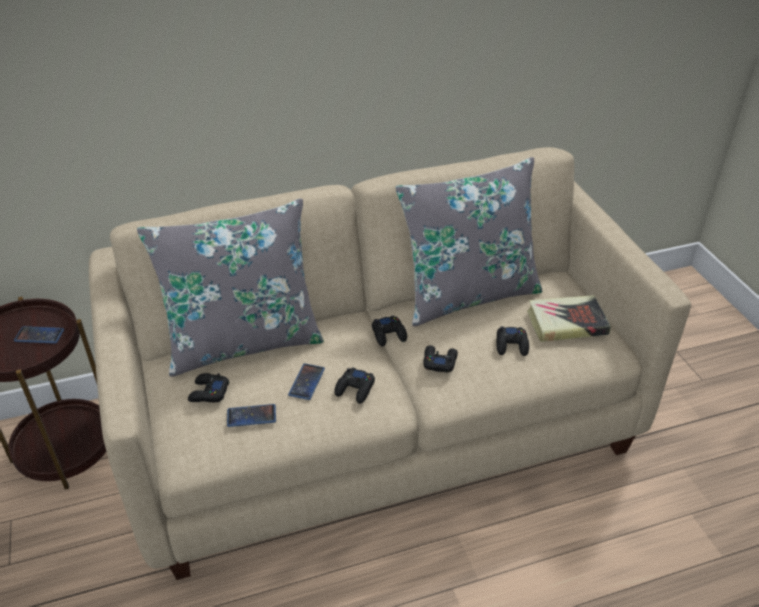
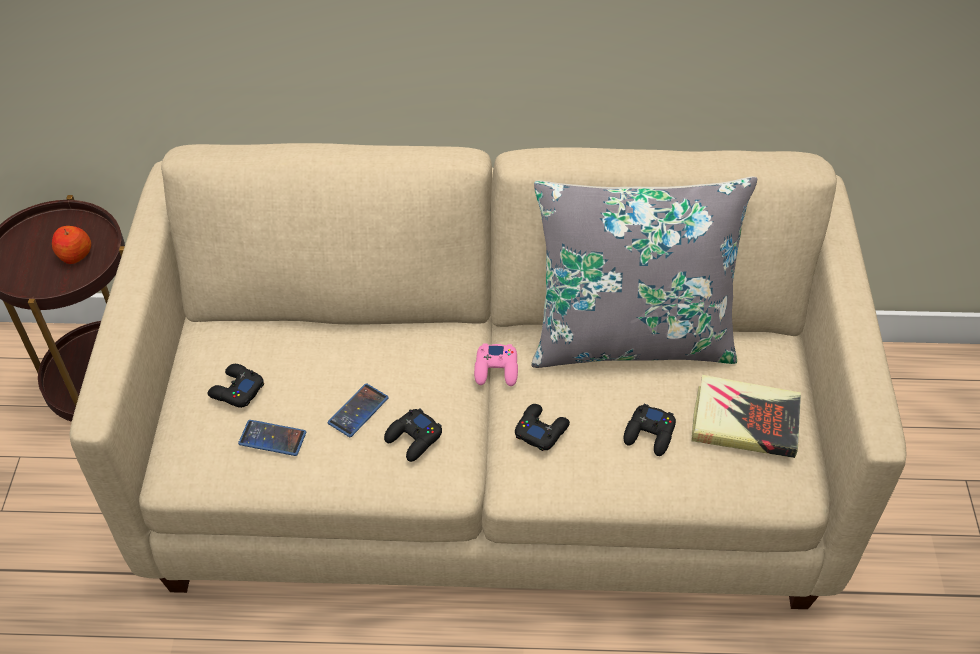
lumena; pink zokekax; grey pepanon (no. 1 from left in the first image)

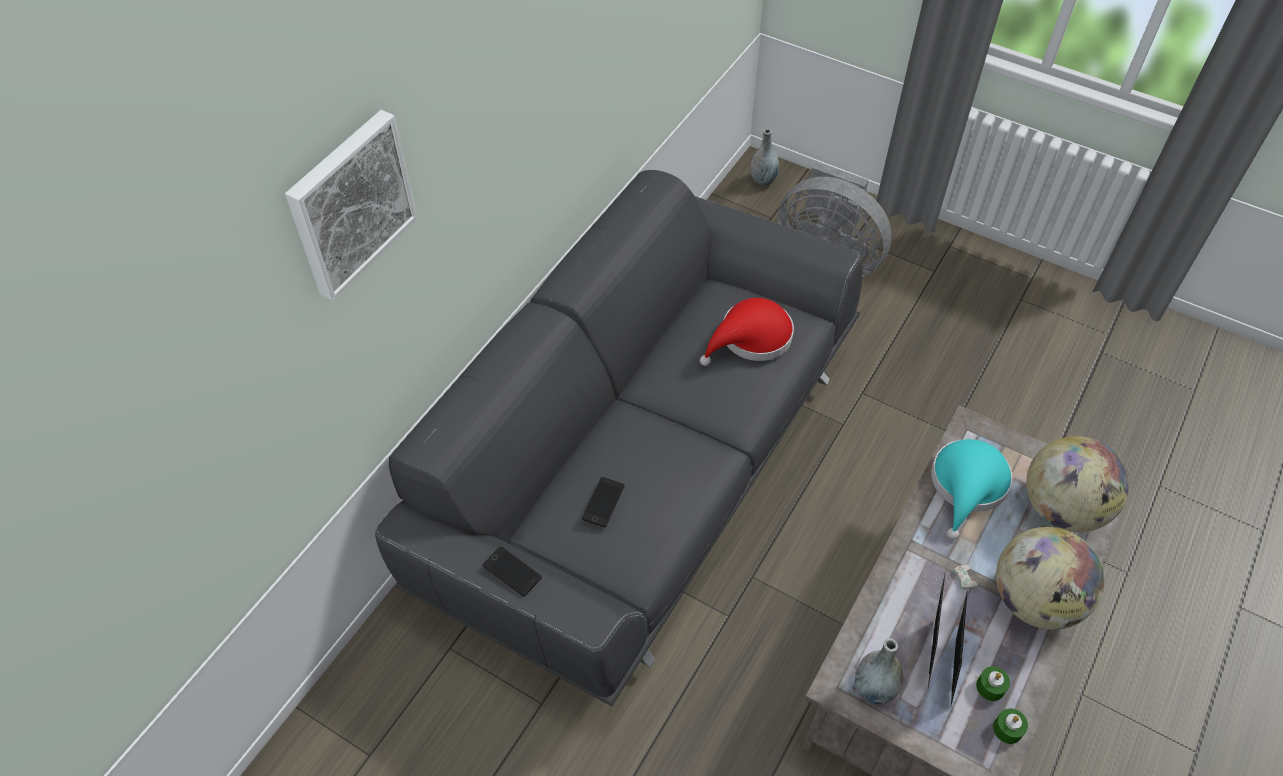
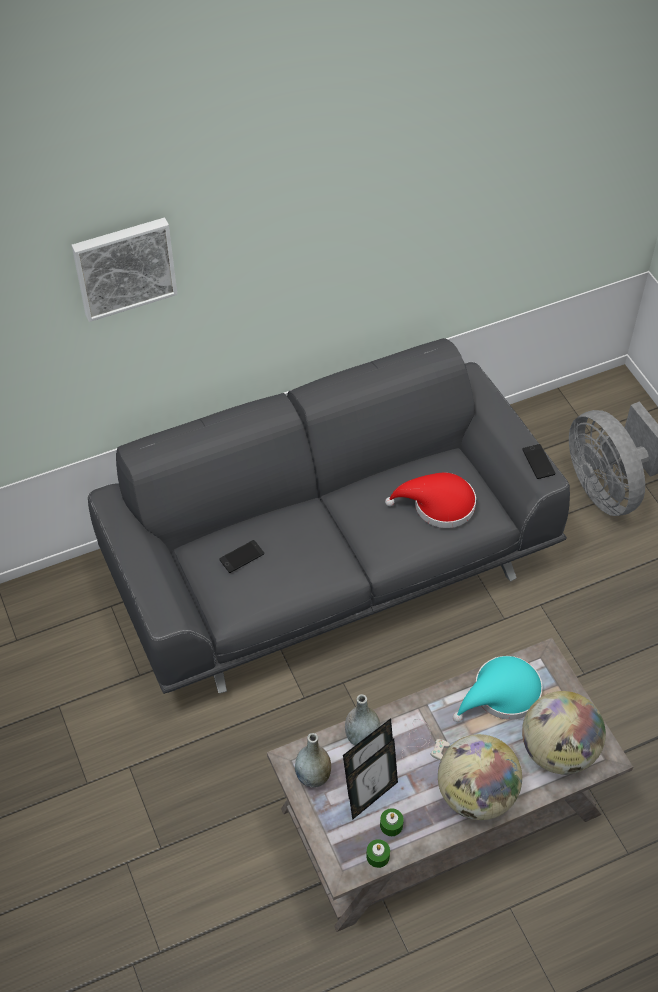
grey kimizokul (no. 2 from left); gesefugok (no. 2 from left)

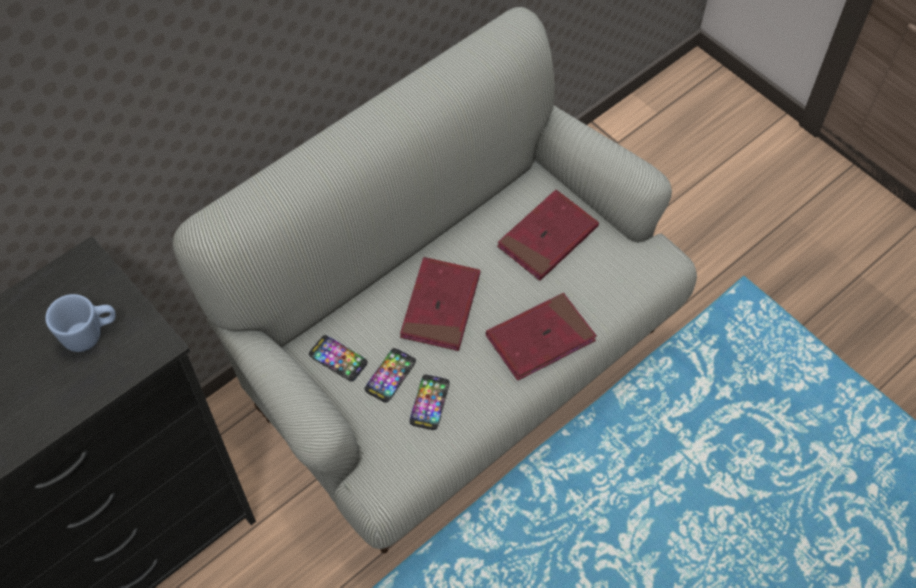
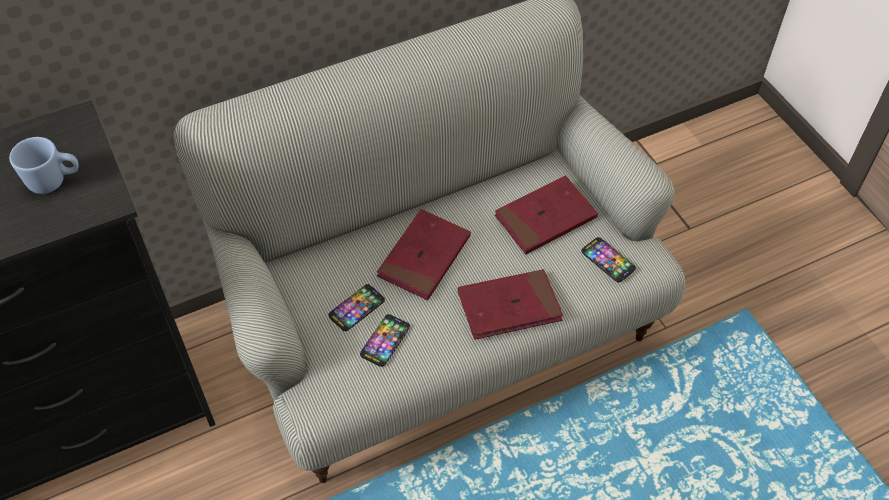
gesefugok (no. 3 from left)

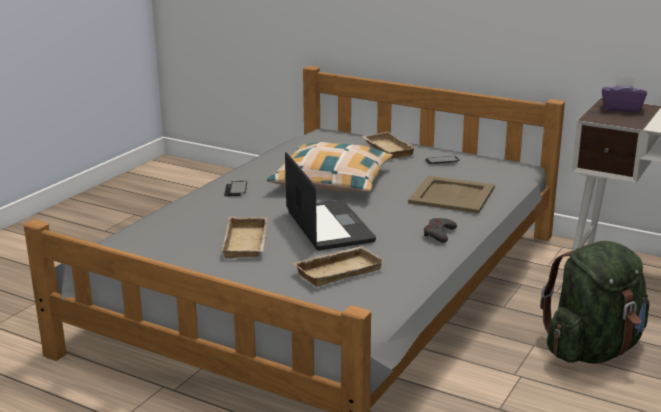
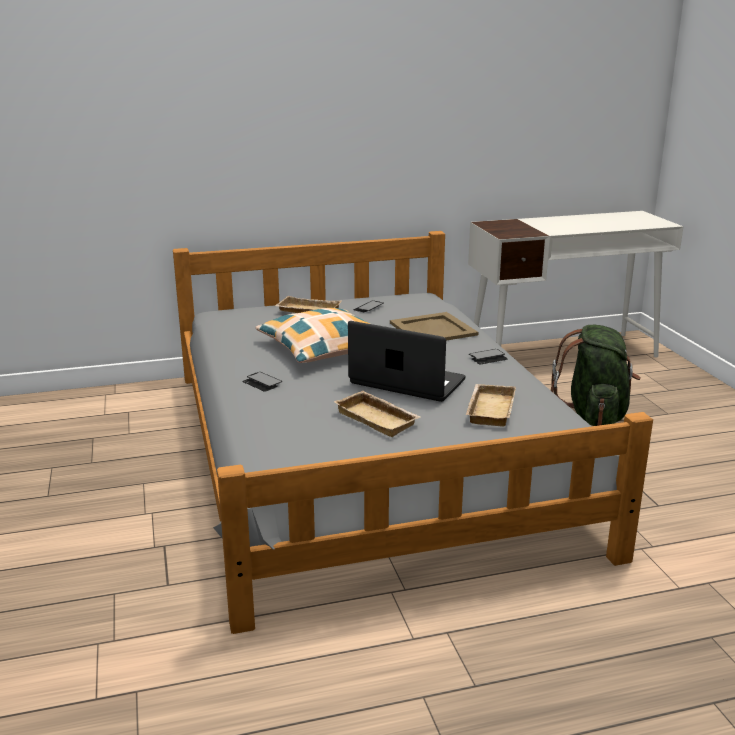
gesefugok (no. 3 from left); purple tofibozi

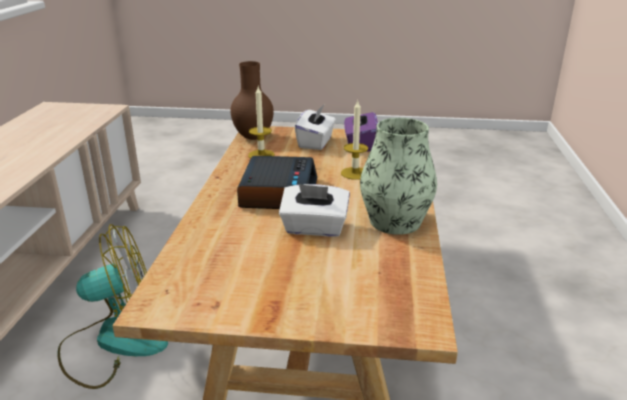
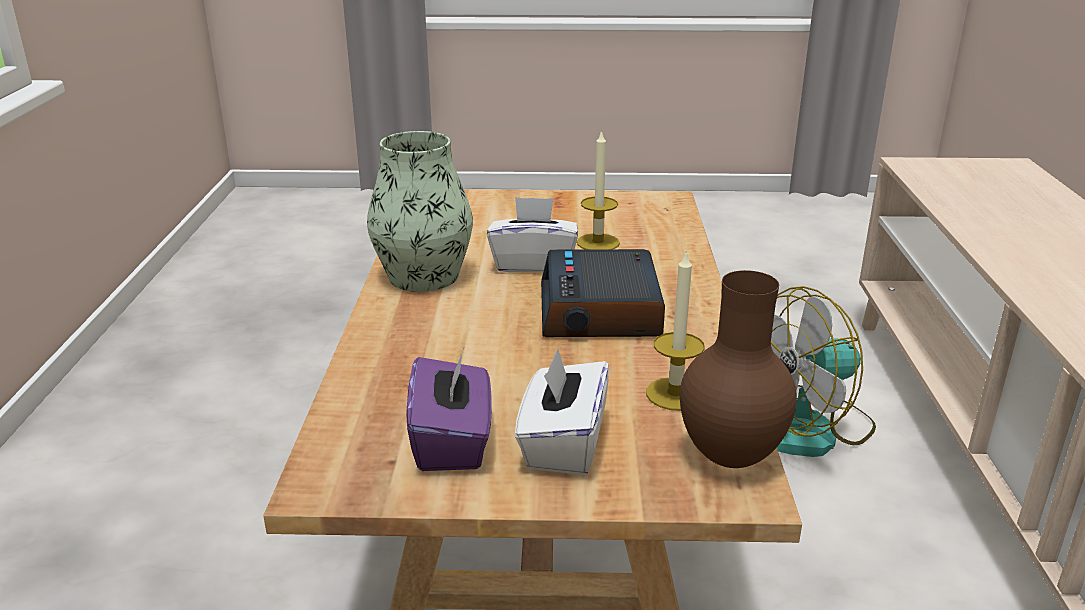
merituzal (no. 1 from left)

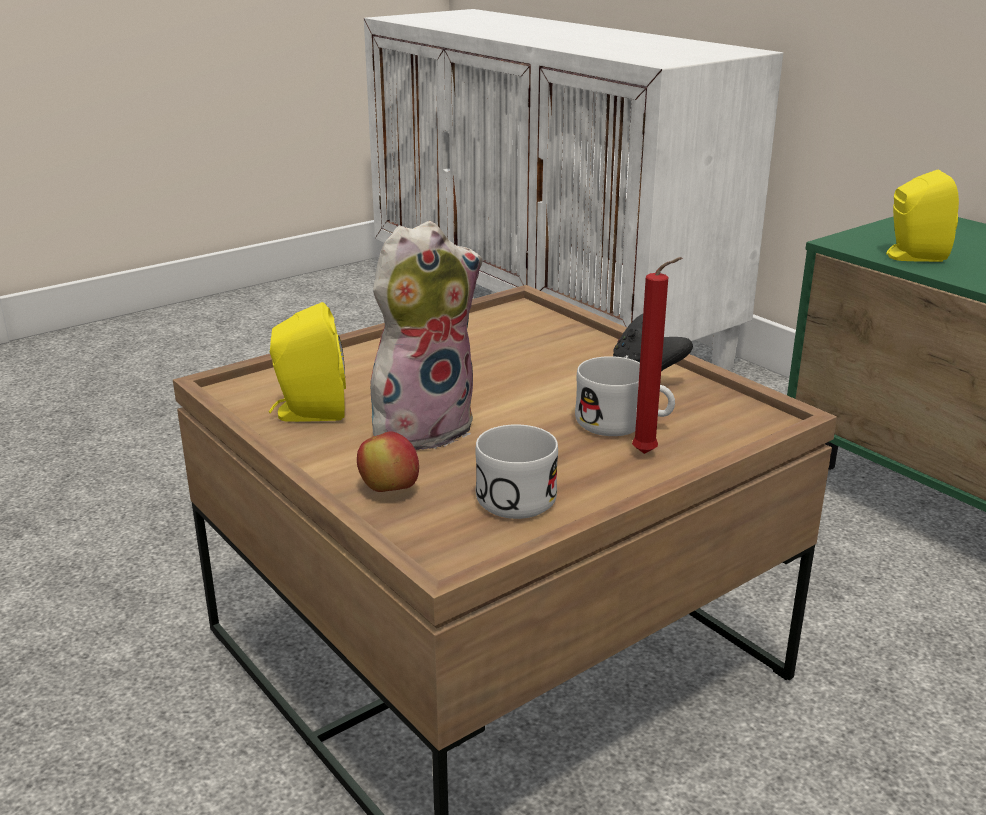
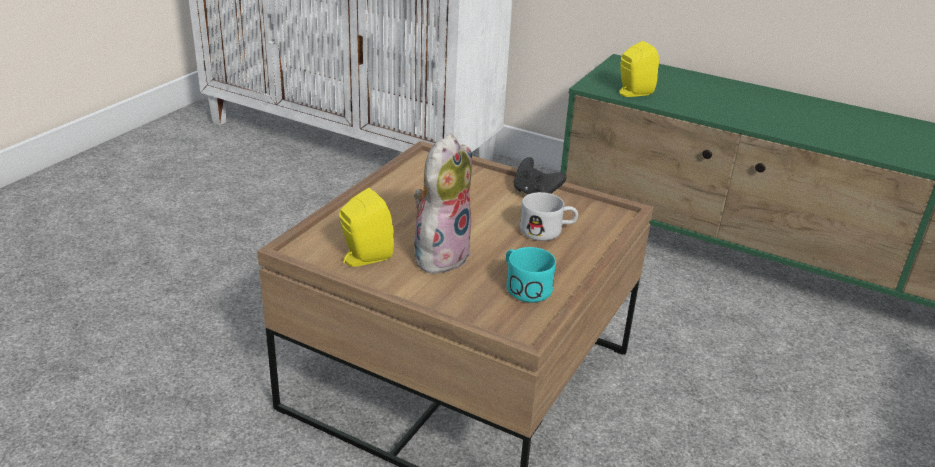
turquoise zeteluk; lumena; red merituzal

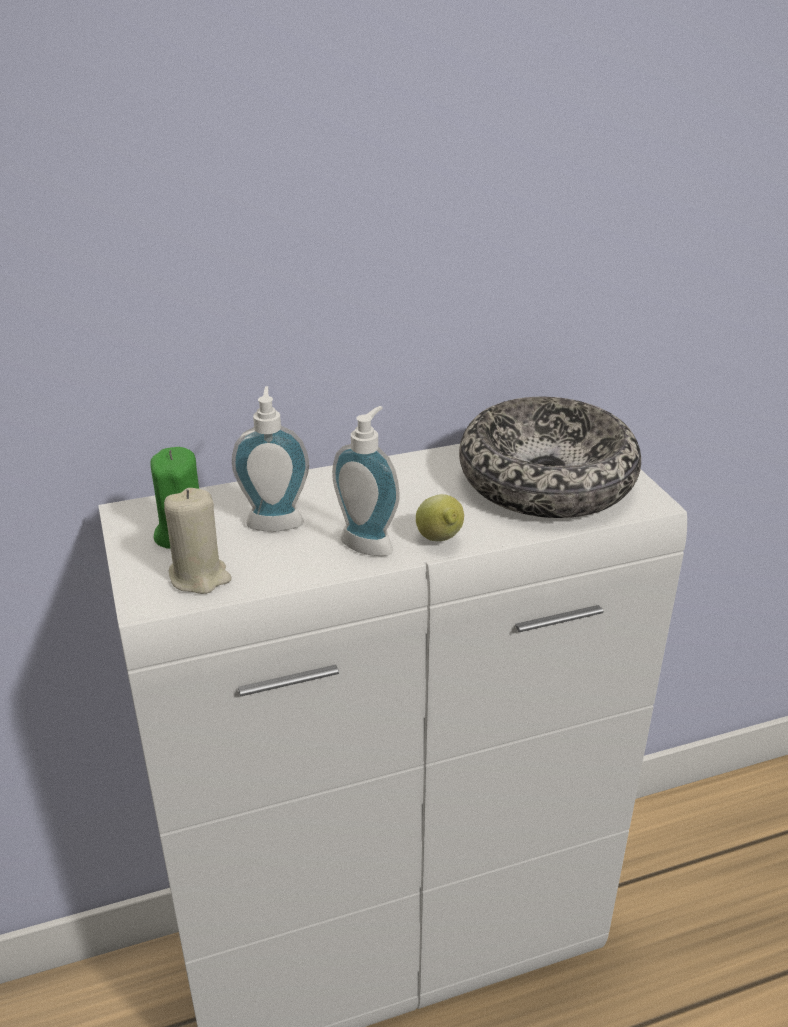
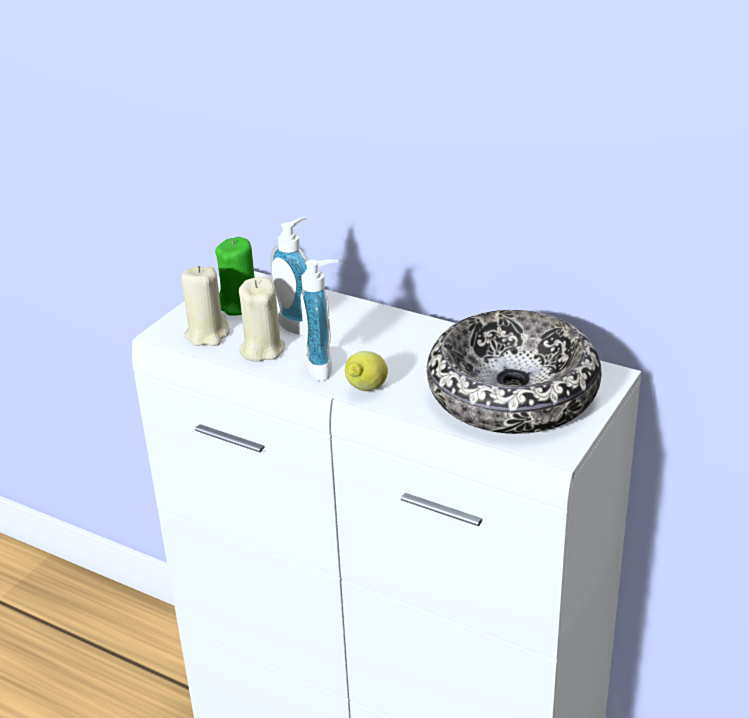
beige merituzal (no. 2 from left)

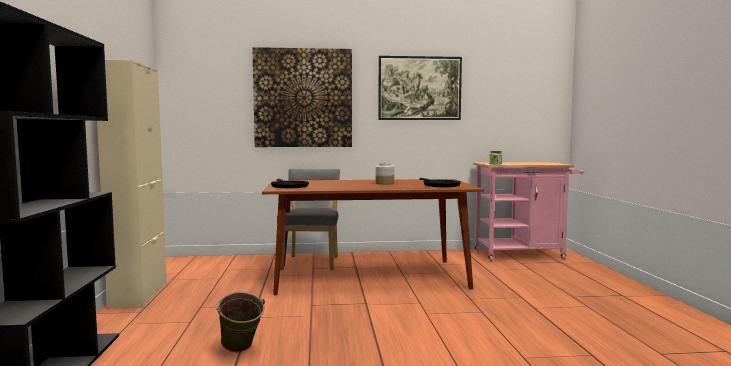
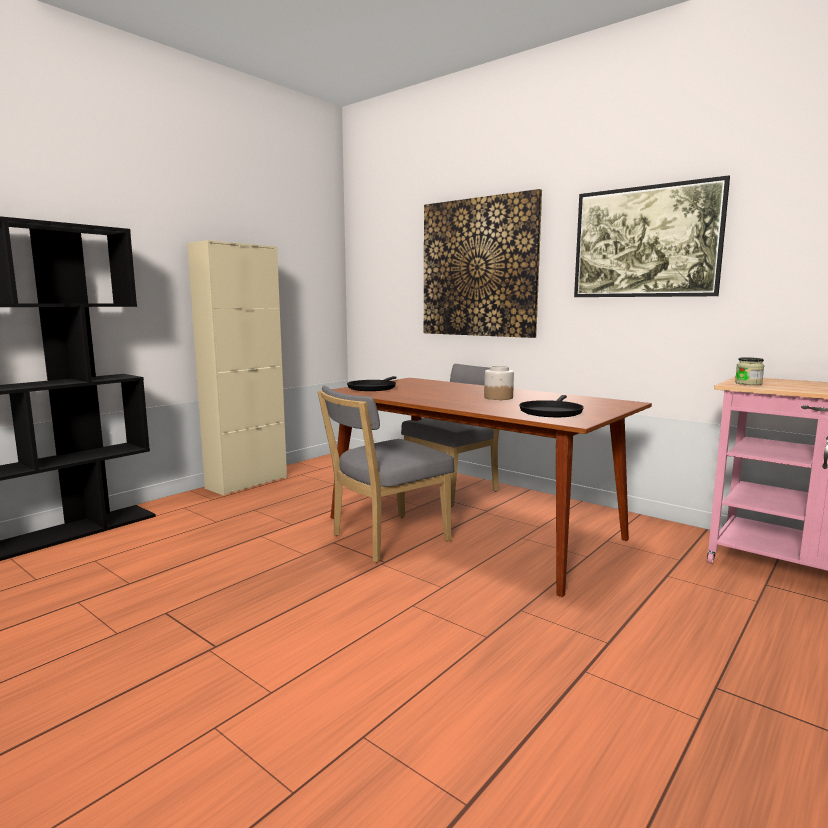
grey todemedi (no. 1 from left); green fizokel

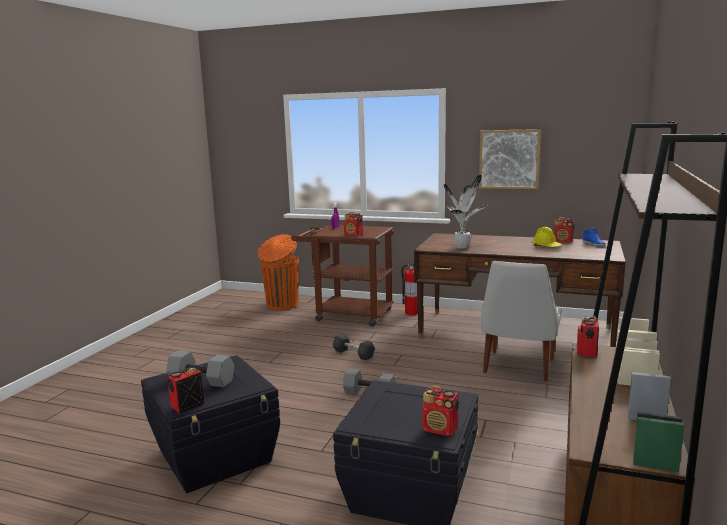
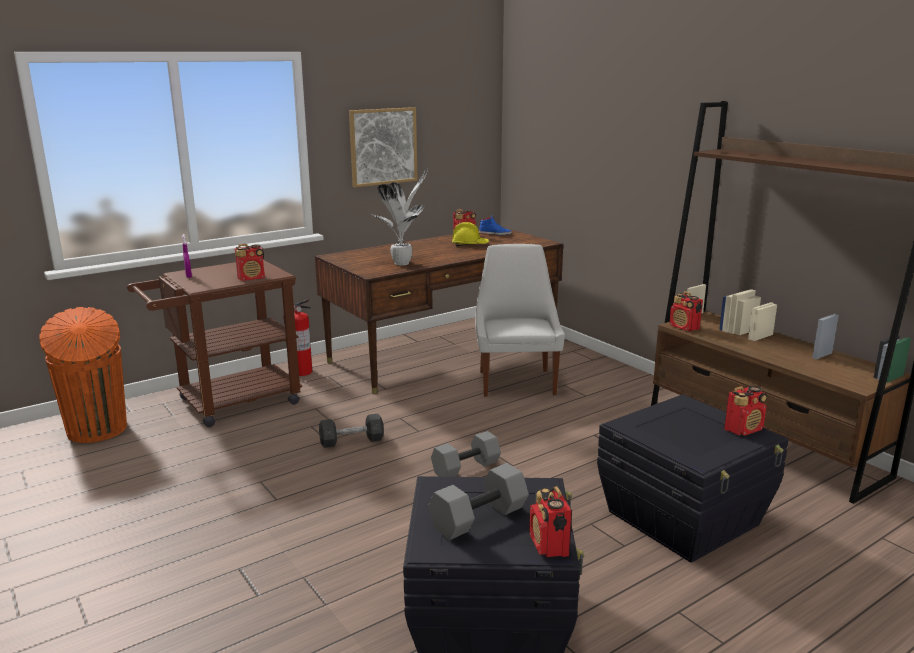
white todemedi

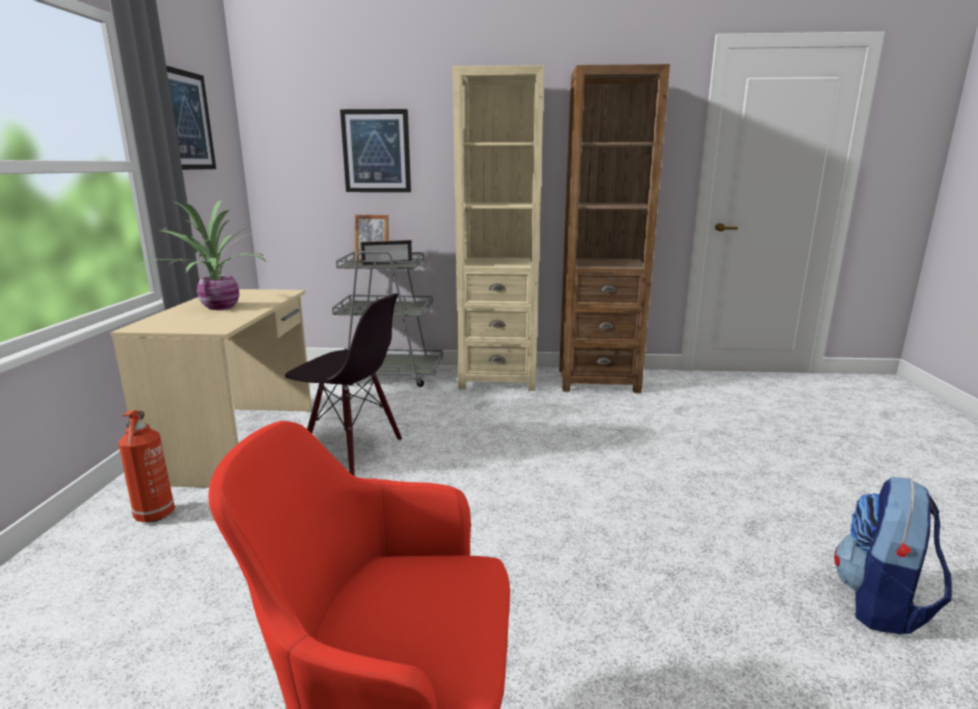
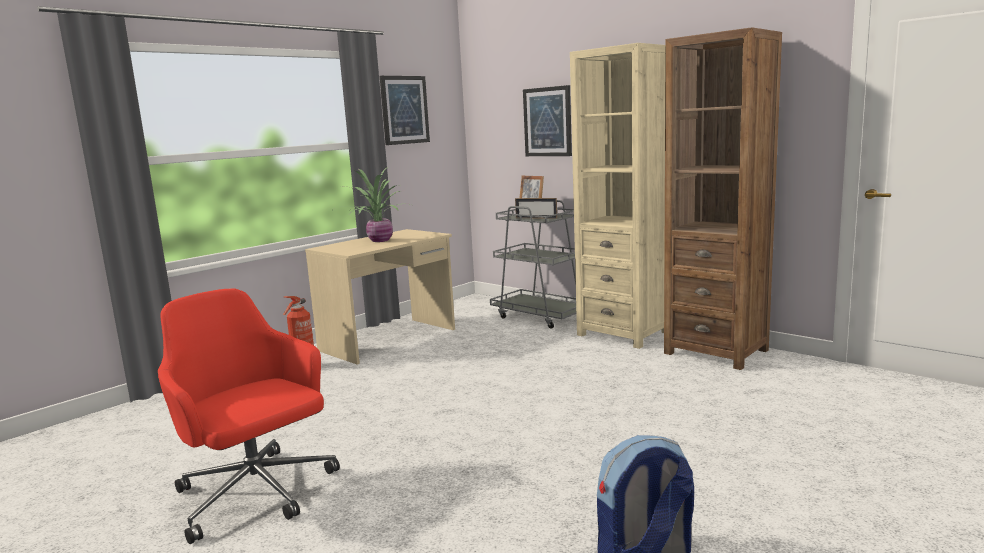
black todemedi

